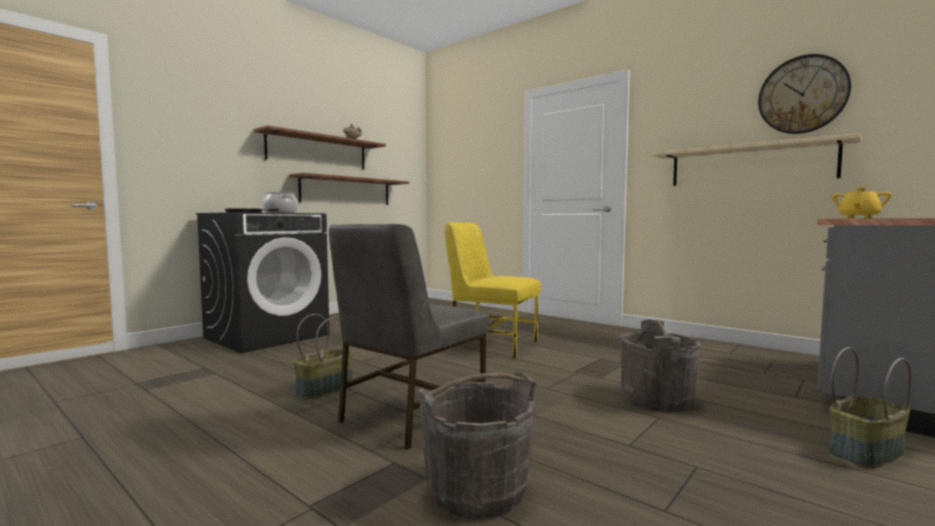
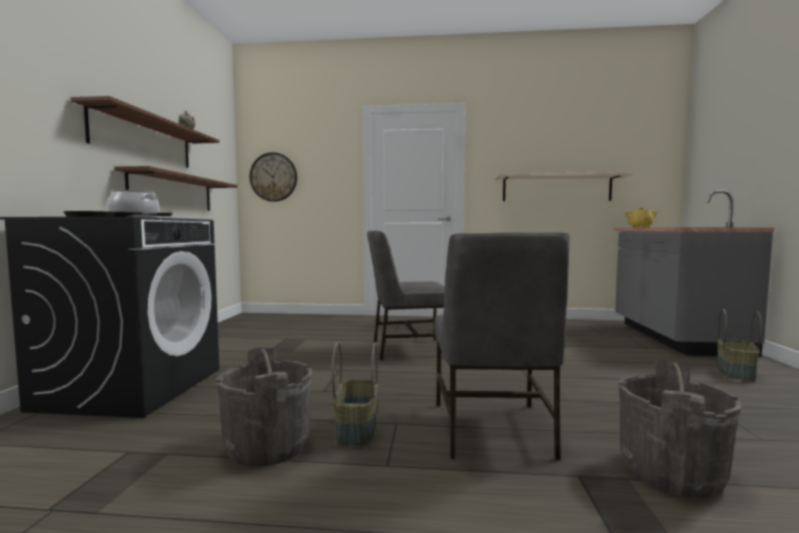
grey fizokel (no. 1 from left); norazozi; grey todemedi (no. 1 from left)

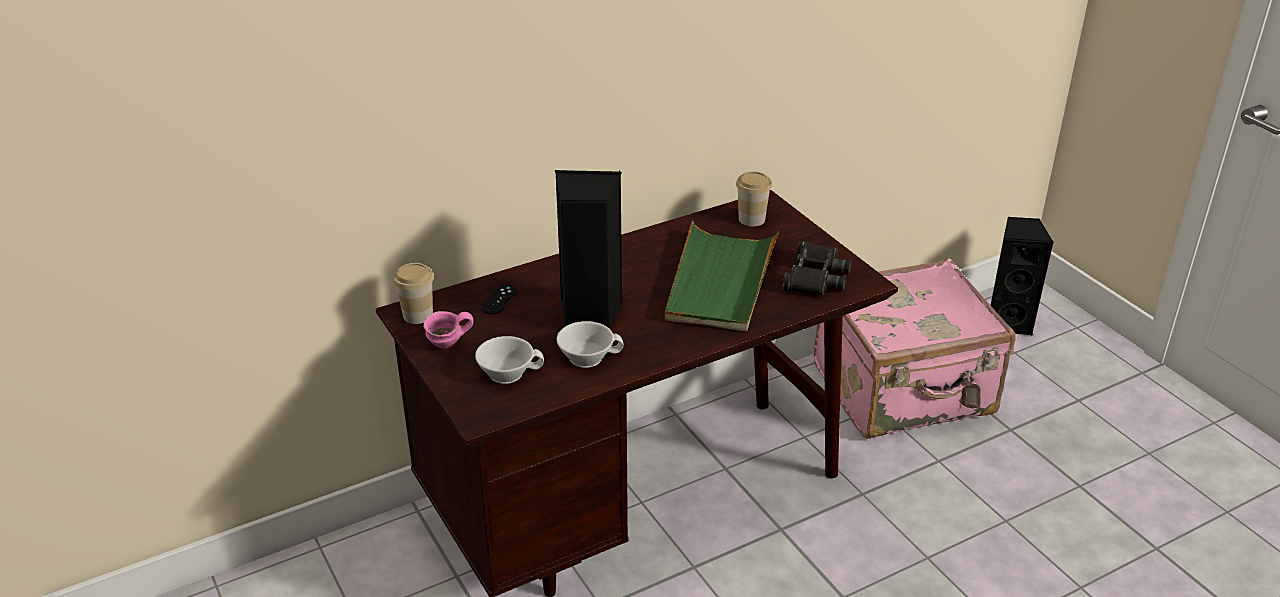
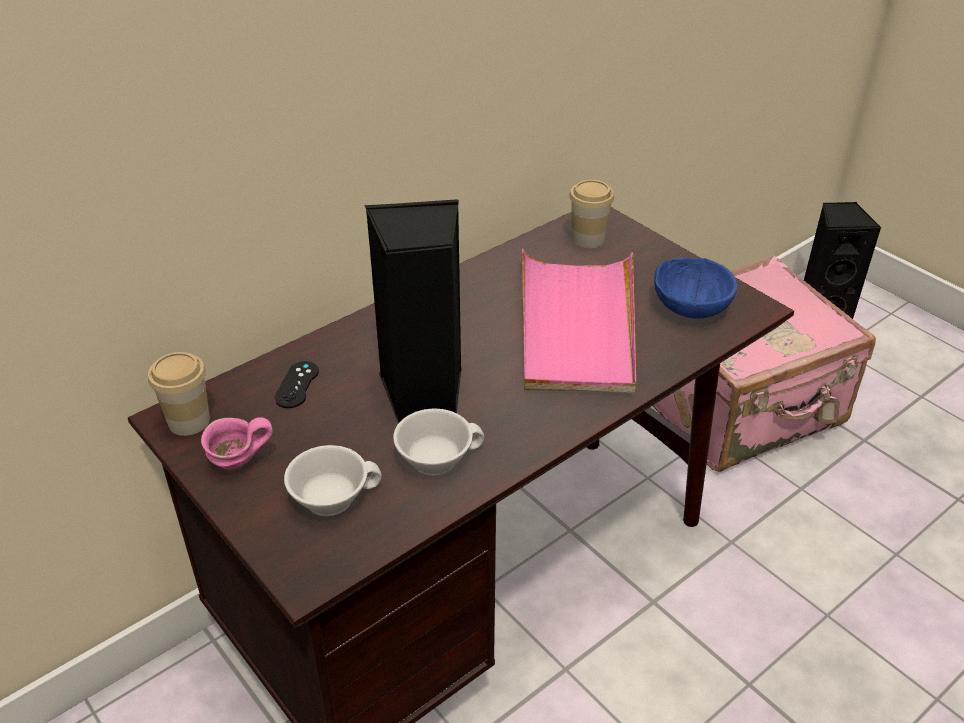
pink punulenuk; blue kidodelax

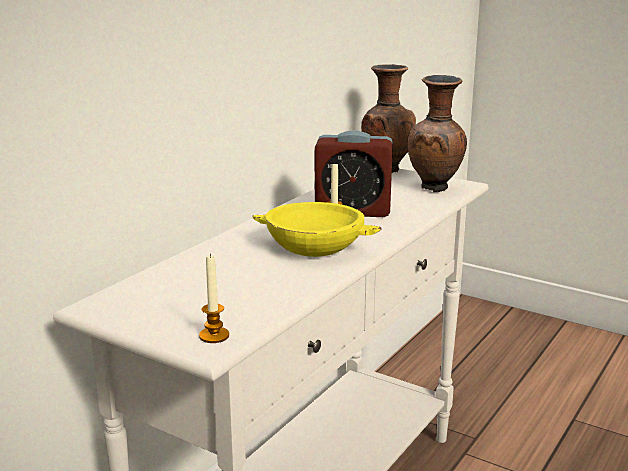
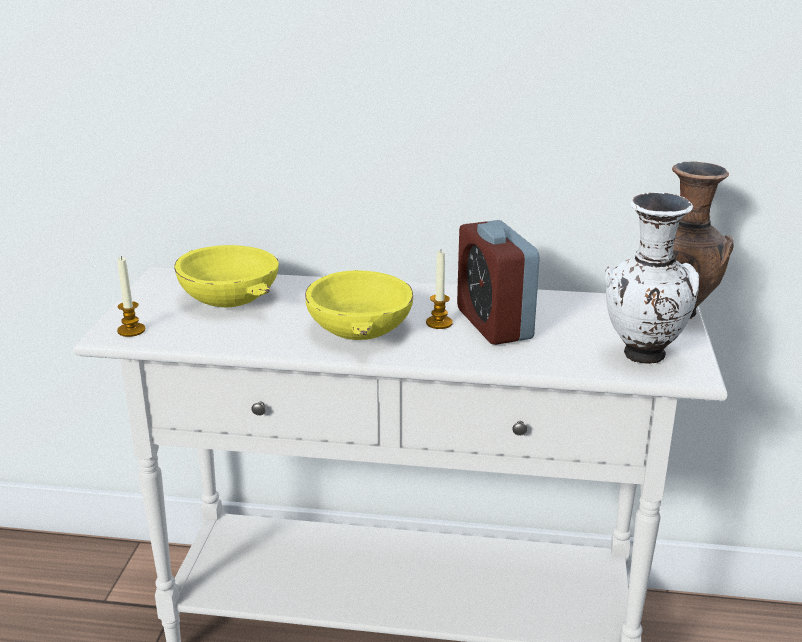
yellow kidodelax (no. 1 from left); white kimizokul

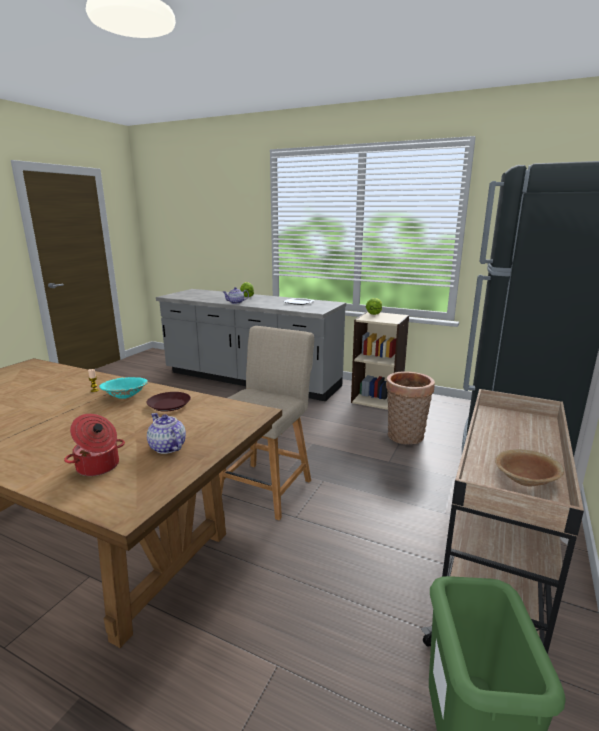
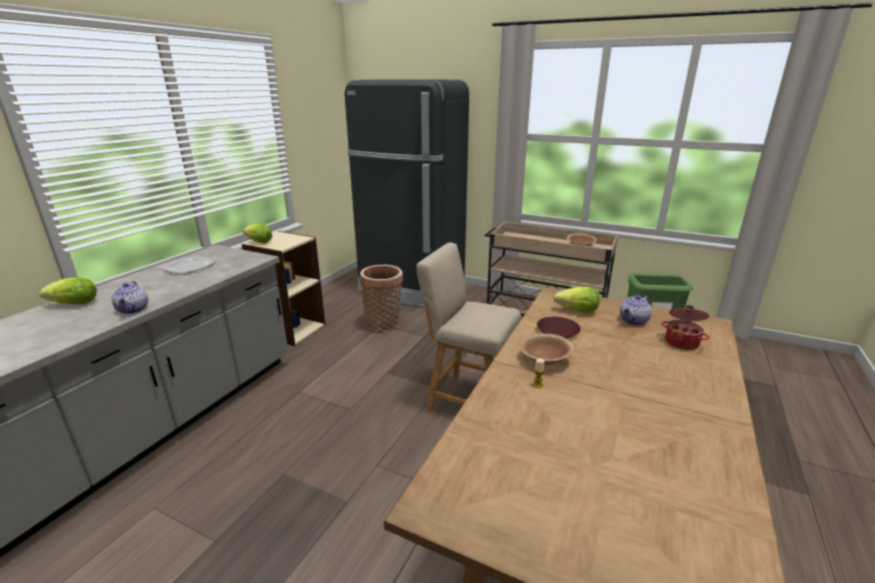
brown kidodelax (no. 1 from left); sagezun (no. 3 from left)

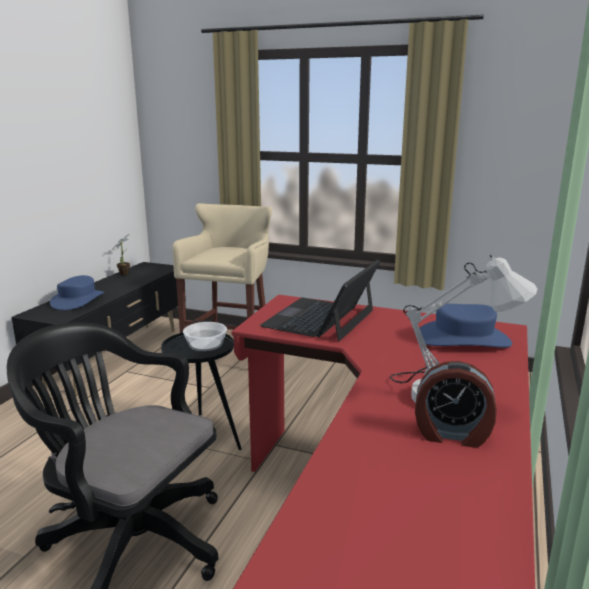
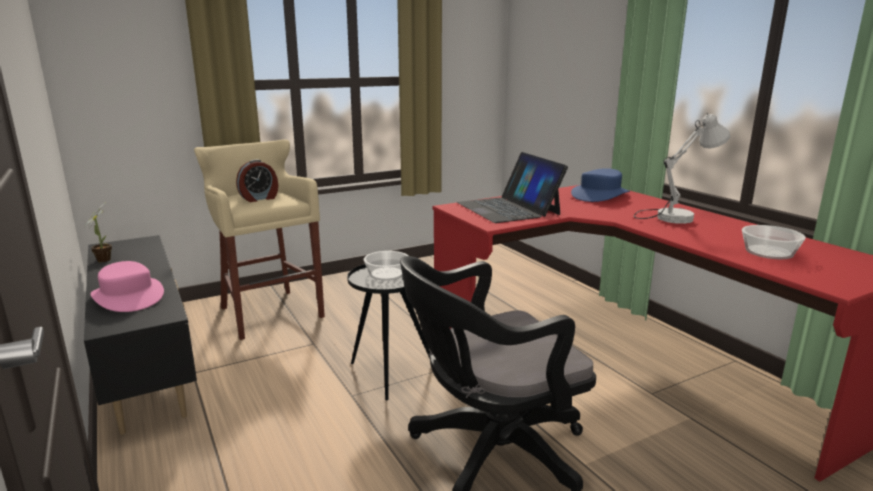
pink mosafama; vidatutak; kidodelax (no. 2 from left)

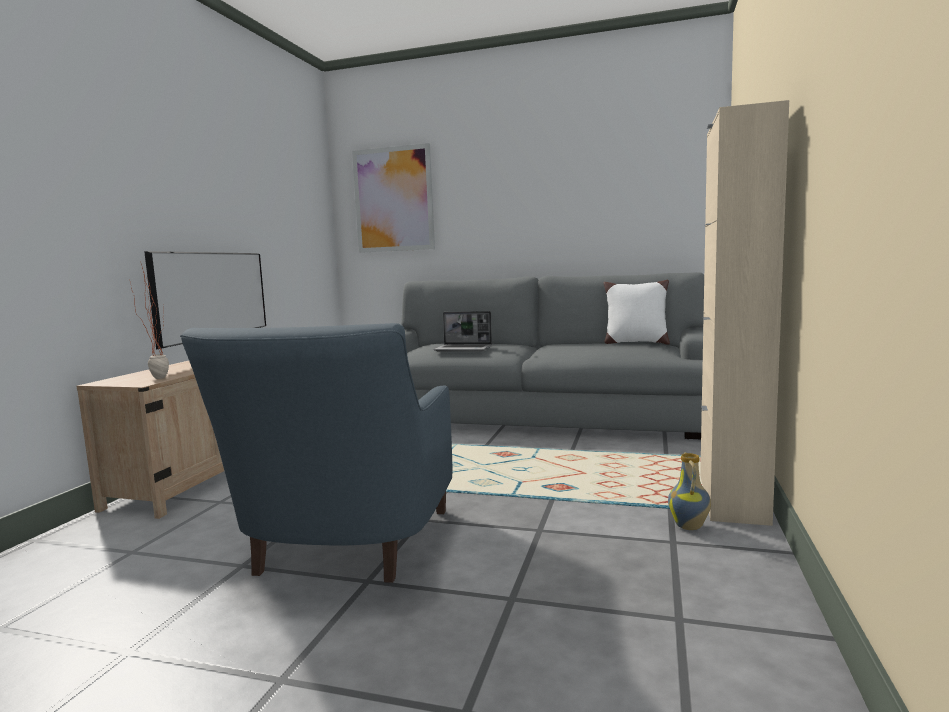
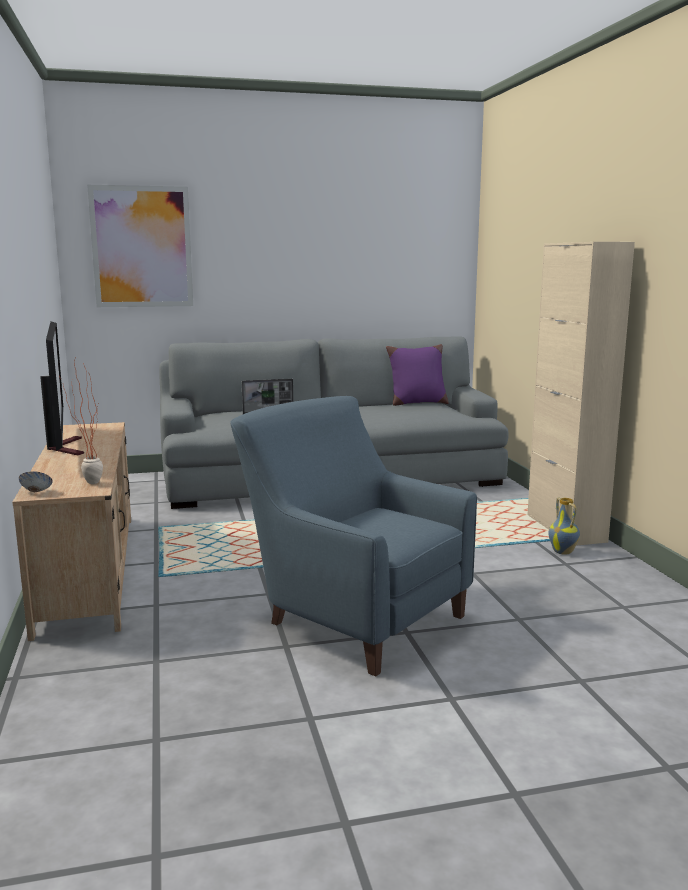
kidodelax; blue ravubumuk; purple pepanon

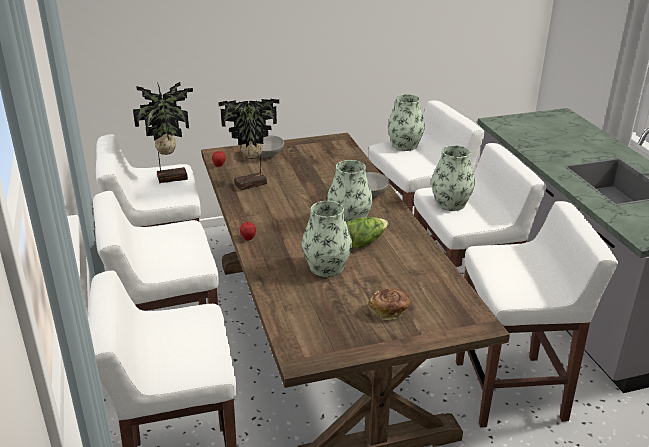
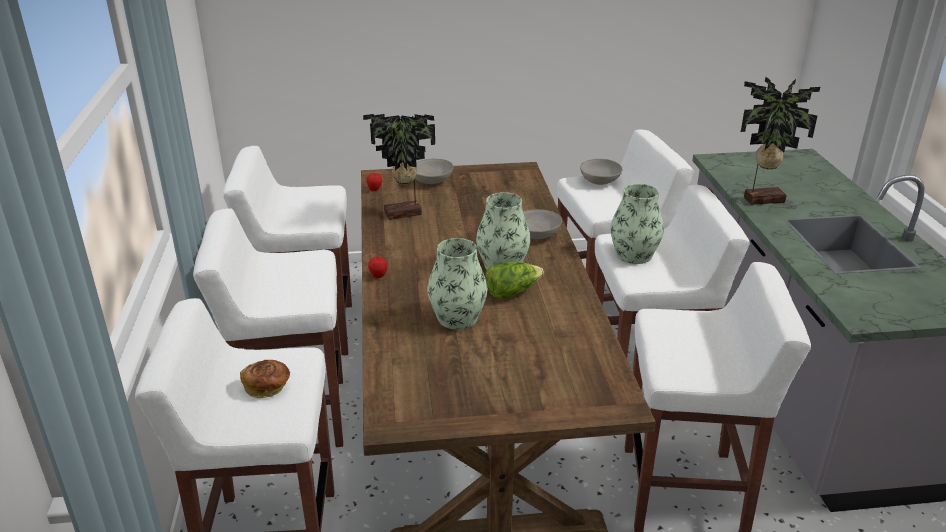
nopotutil; grey kidodelax (no. 3 from left); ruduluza (no. 2 from left)

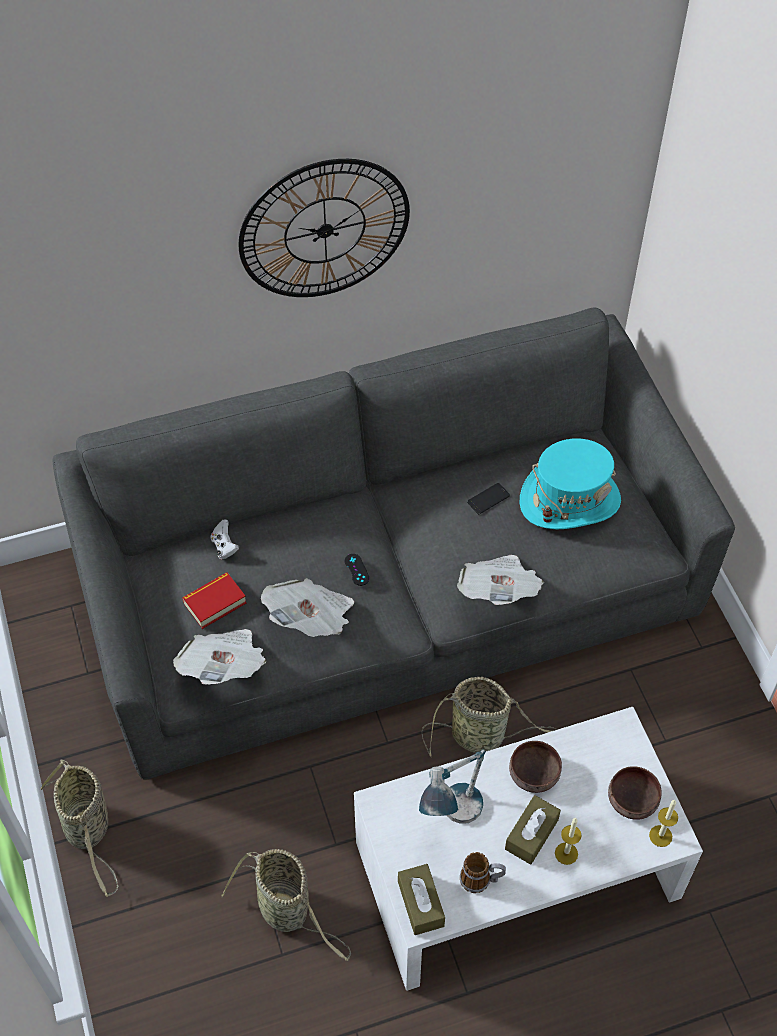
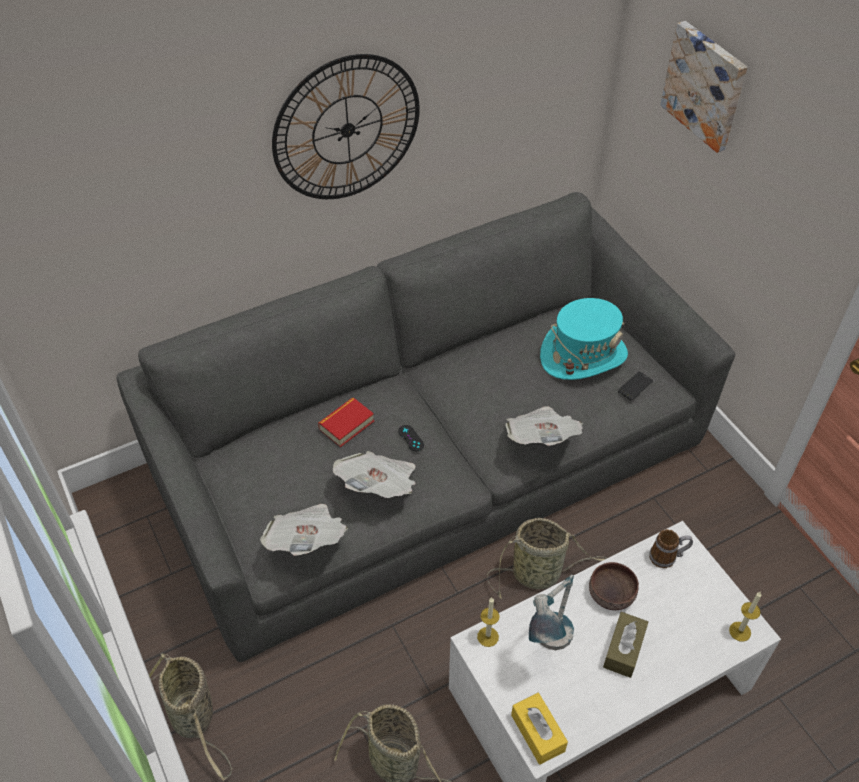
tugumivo; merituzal (no. 1 from left); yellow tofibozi; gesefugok; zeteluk; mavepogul; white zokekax; brown kidodelax (no. 2 from left in the first image)

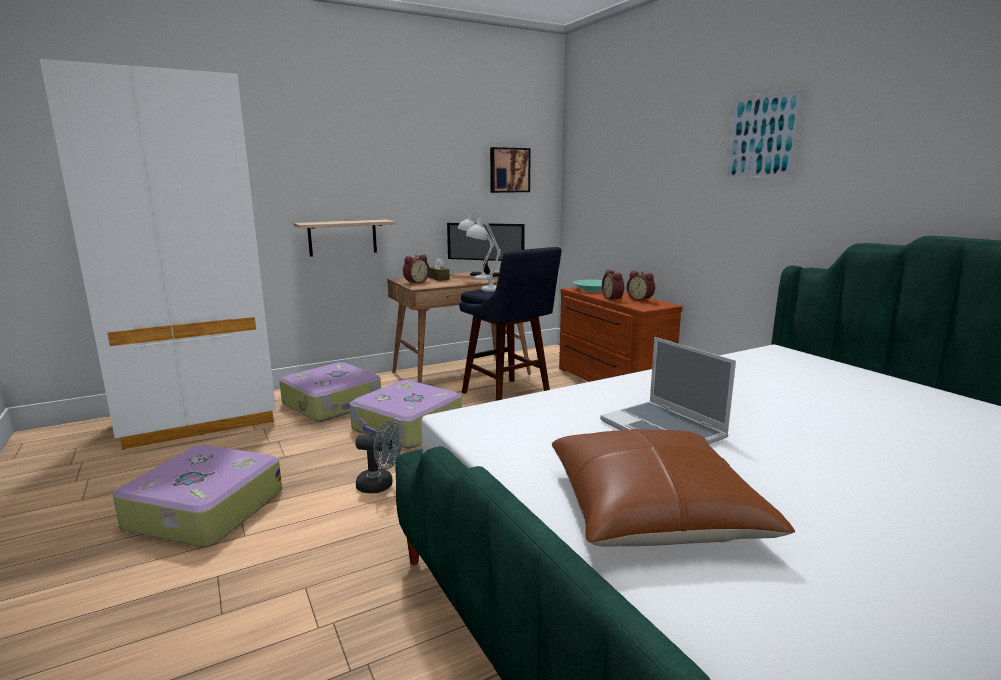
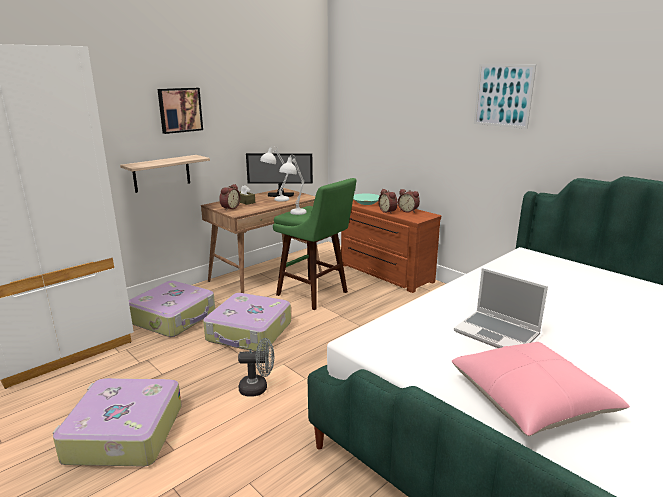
mavepogul (no. 1 from left); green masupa; pink pepanon

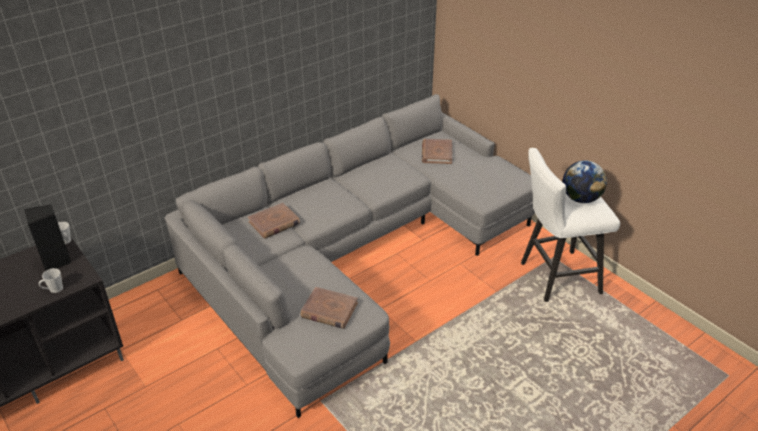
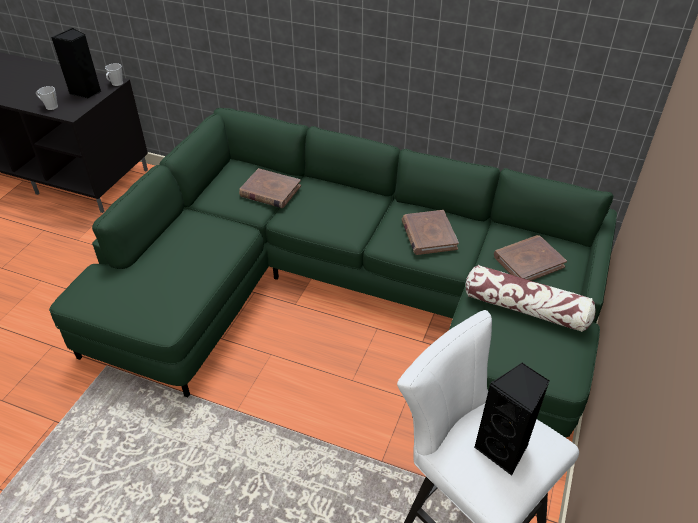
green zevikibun; brown tugumivo (no. 2 from left); pepanon; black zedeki (no. 2 from left)

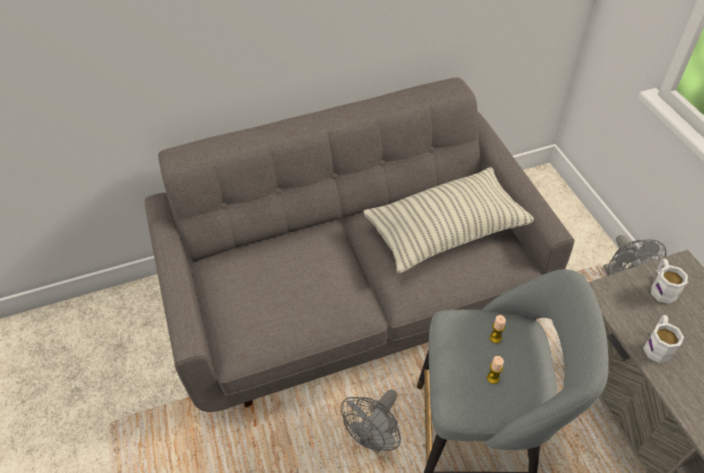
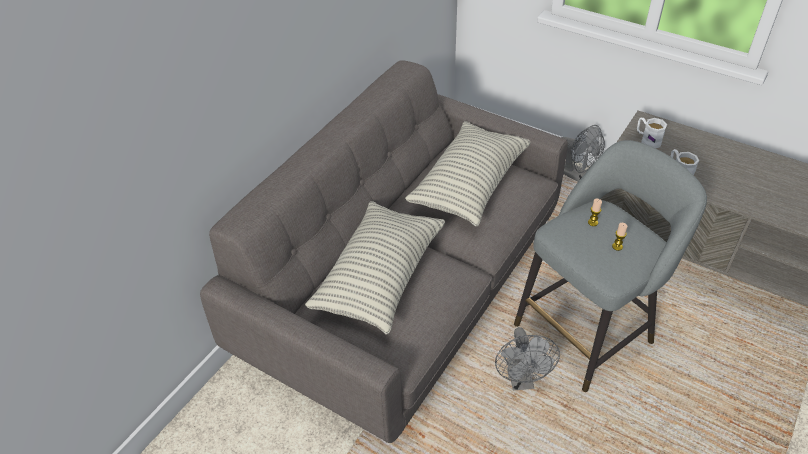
pepanon (no. 1 from left)

